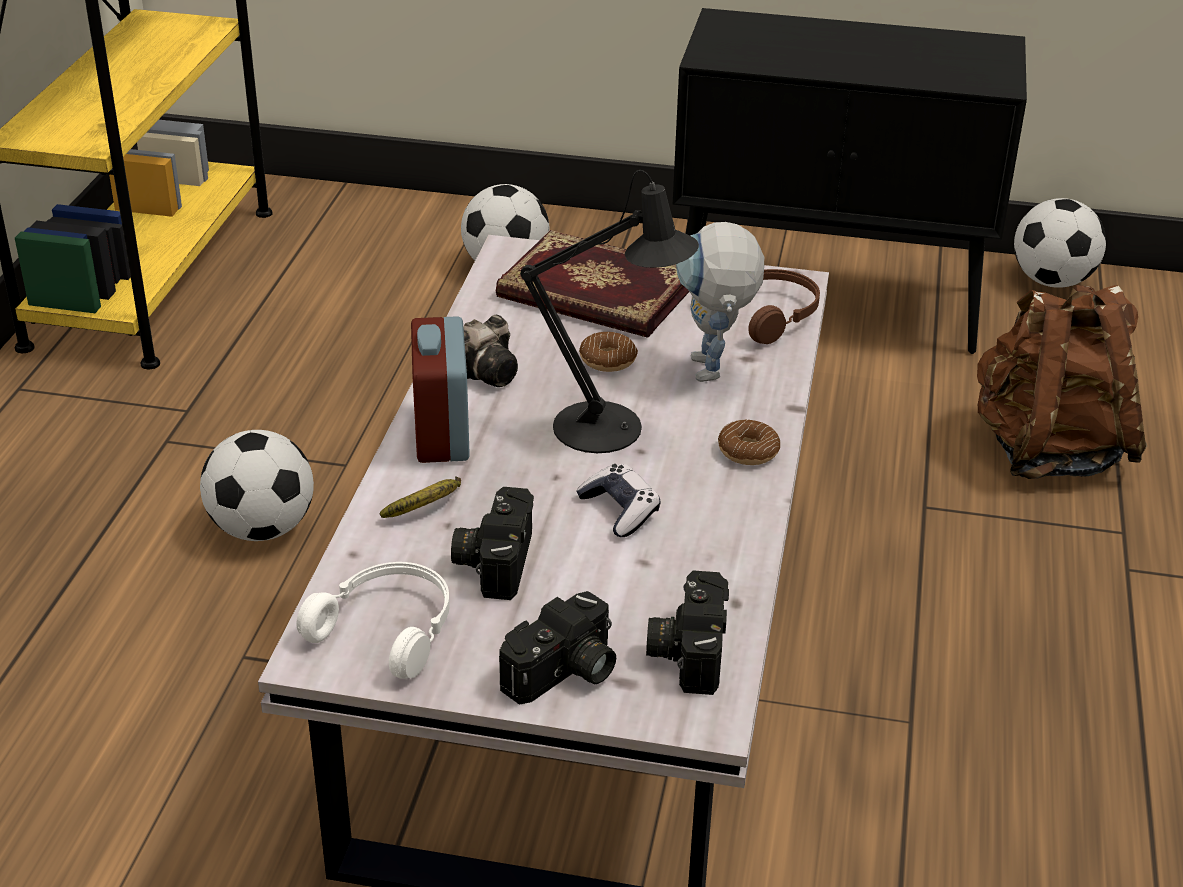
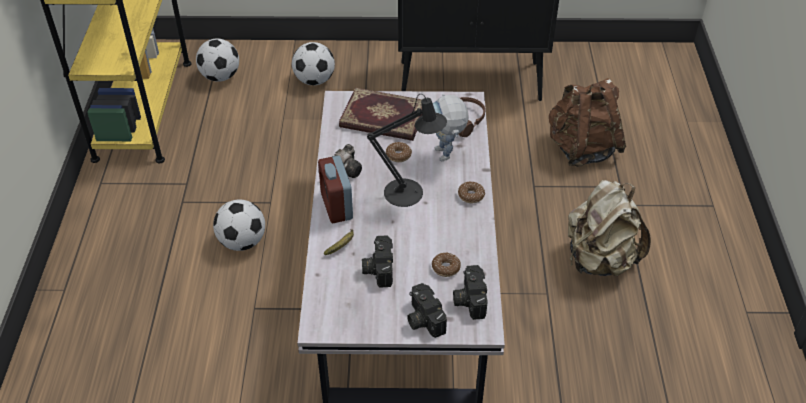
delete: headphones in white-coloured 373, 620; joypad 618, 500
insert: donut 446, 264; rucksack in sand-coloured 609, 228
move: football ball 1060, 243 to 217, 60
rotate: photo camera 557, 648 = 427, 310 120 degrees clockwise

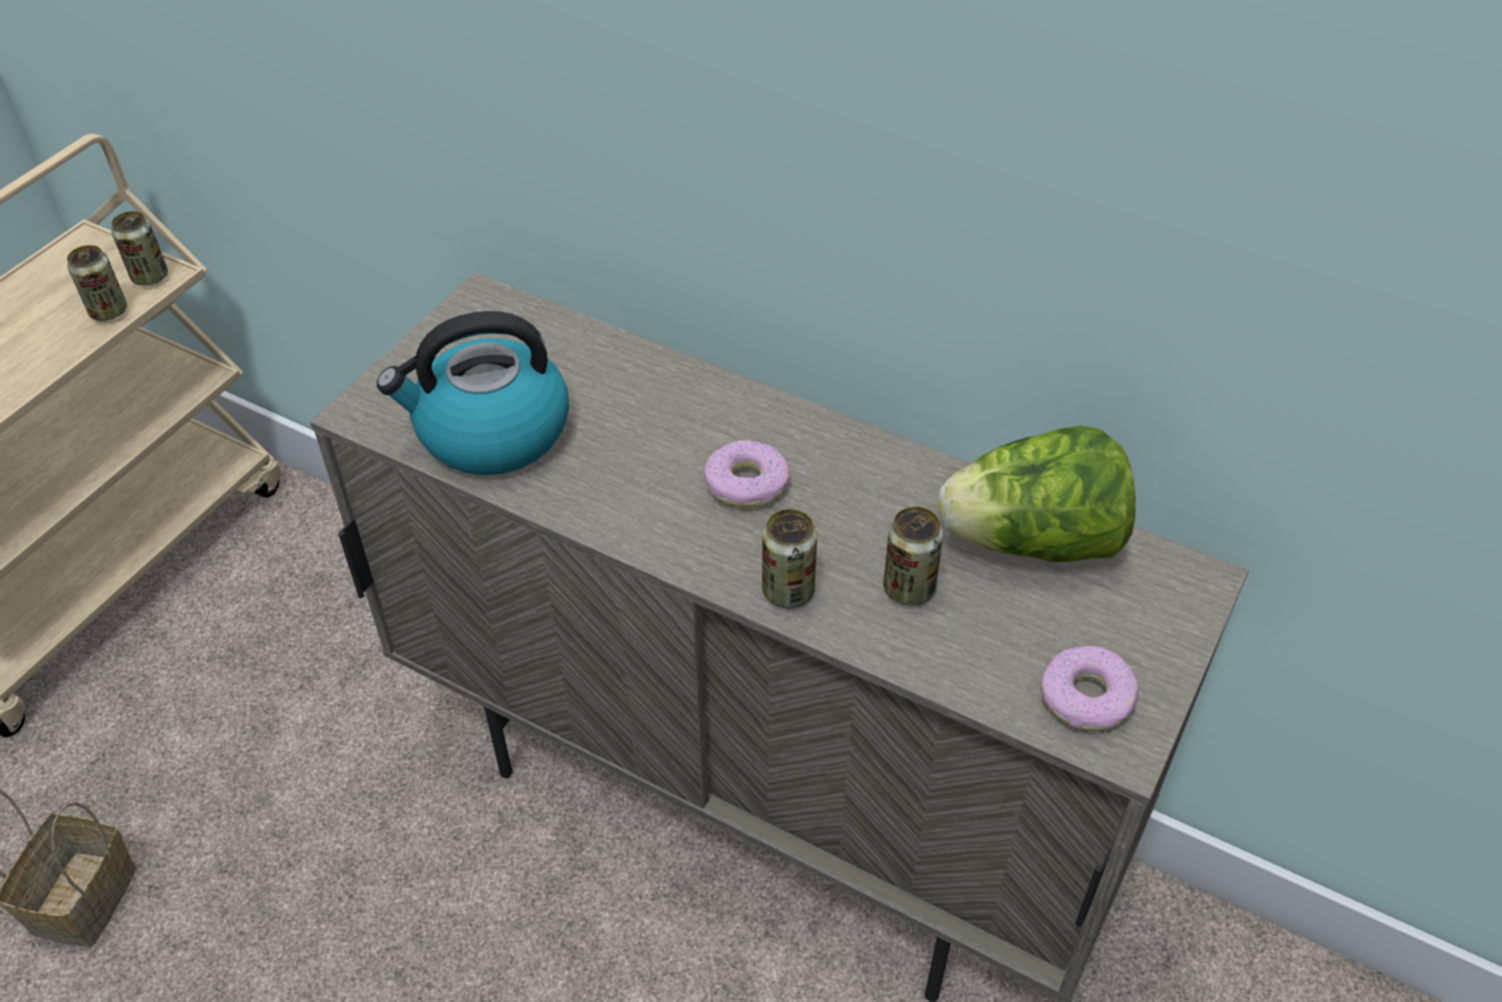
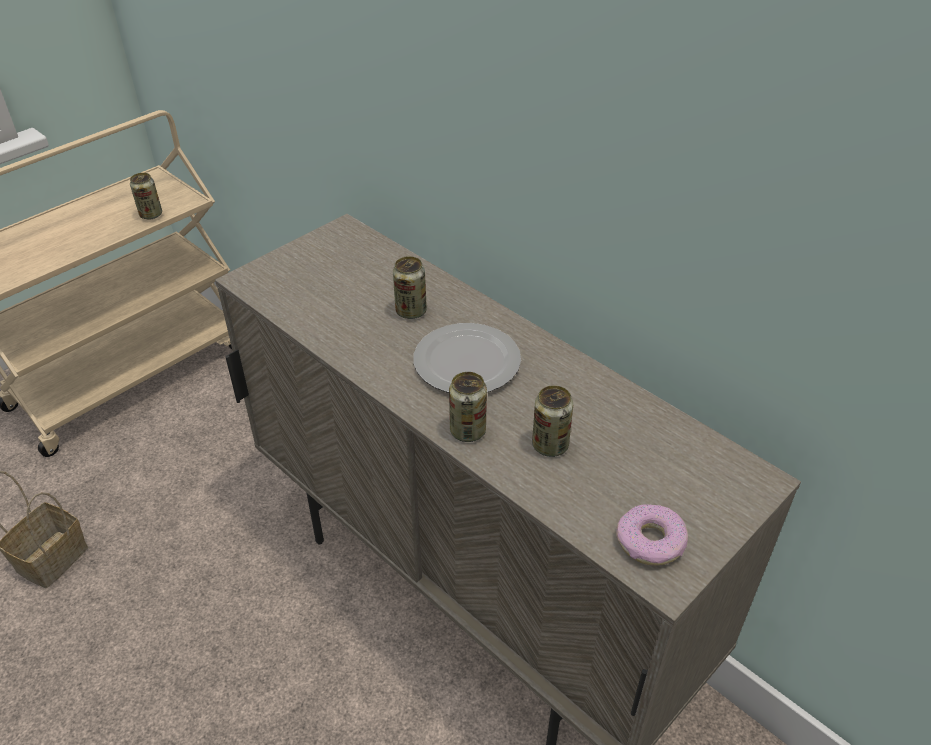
delete: tea kettle 473, 393; lettuce 1037, 494
move: metal can 139, 248 to 410, 287
replace: donut 747, 474 to dinner plate 467, 358

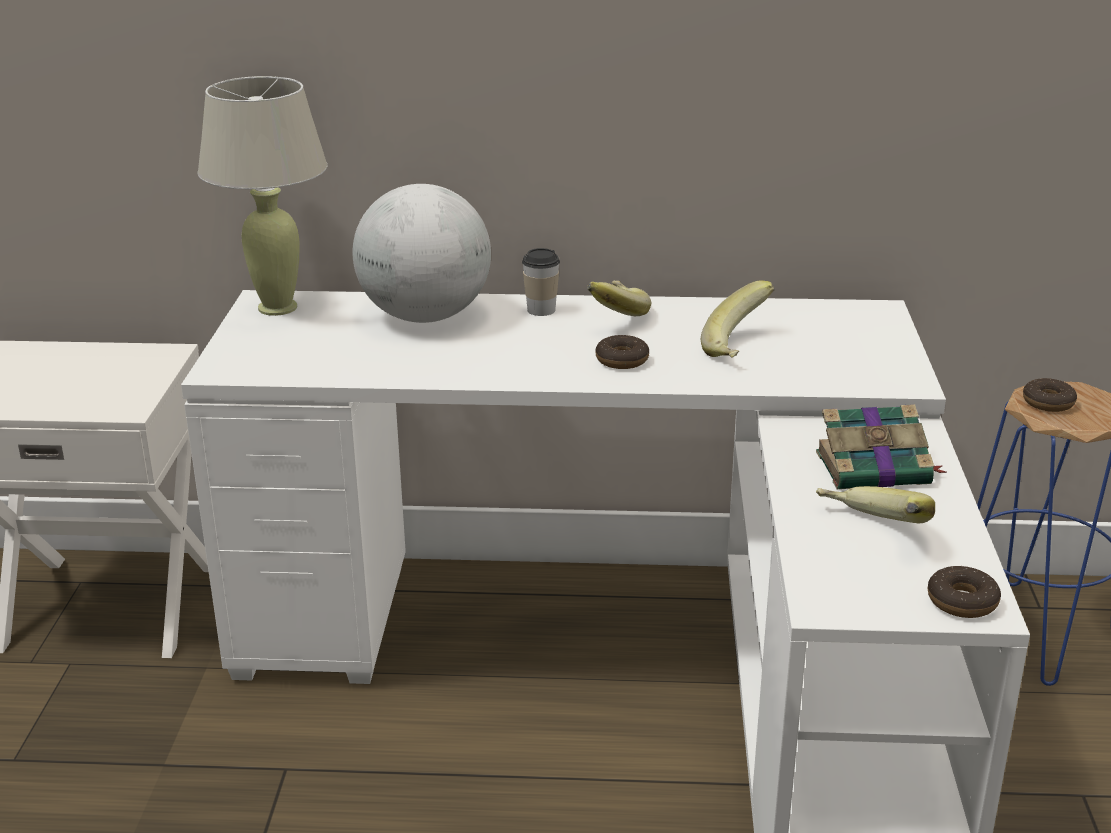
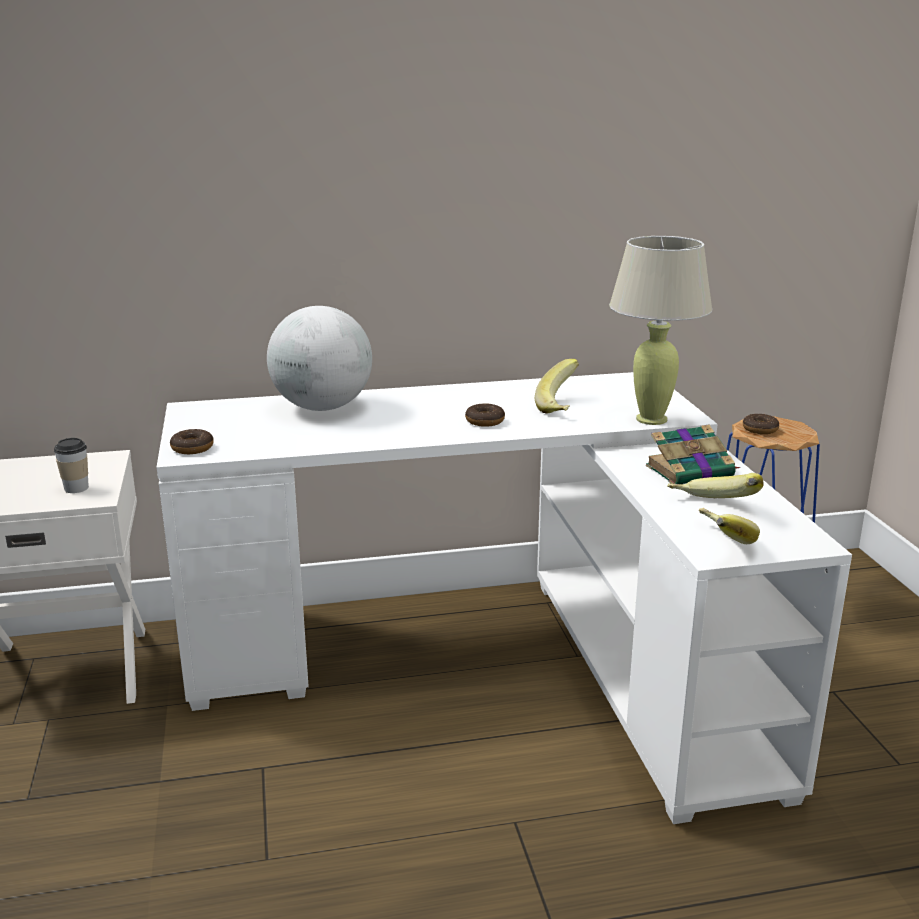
move: table lamp in sand-coloured 262, 196 to 660, 330; drinking cup 541, 282 to 71, 465; banana 619, 298 to 729, 526; donut 964, 592 to 192, 441

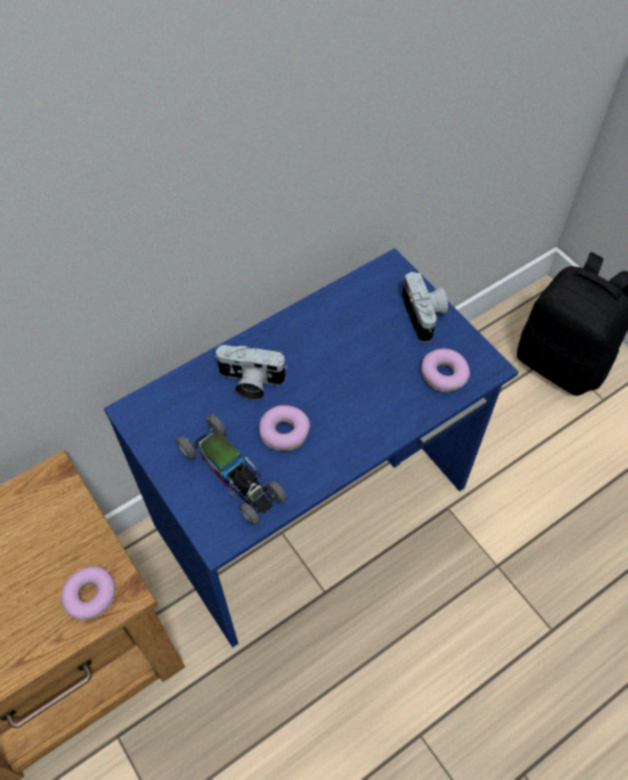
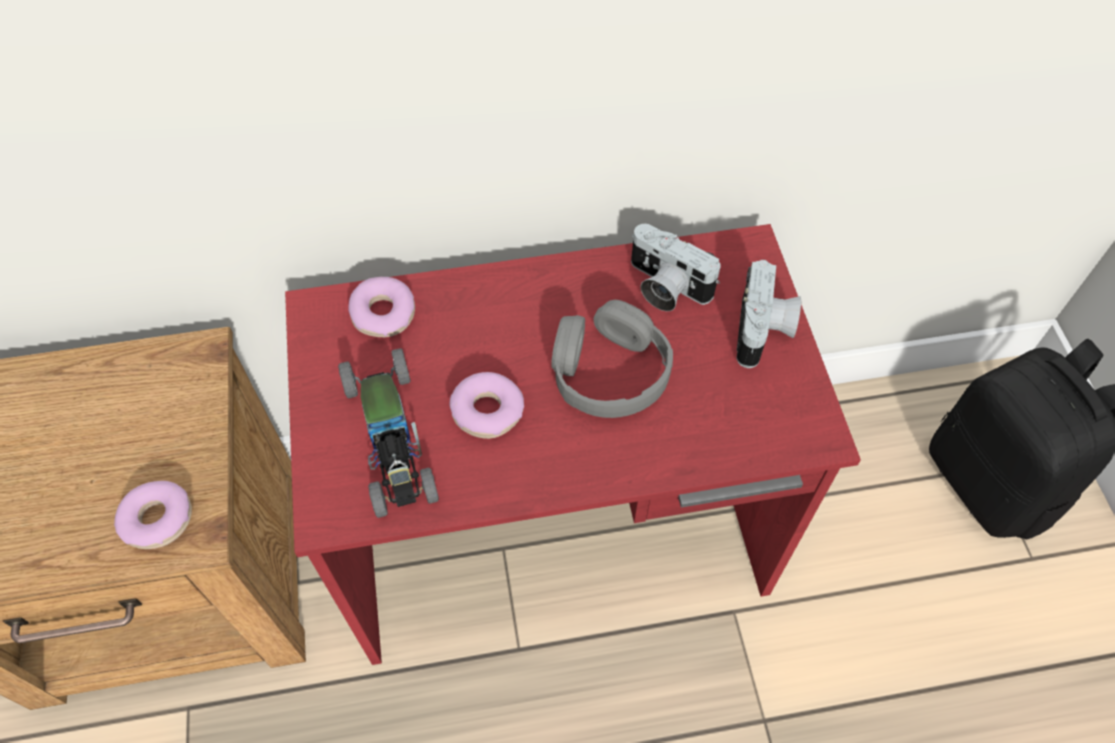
insert: headphones in gray 612, 359
move: photo camera 251, 372 to 676, 267; donut 445, 370 to 381, 307
recolor: desk in blue 311, 448 to desk in red 573, 444

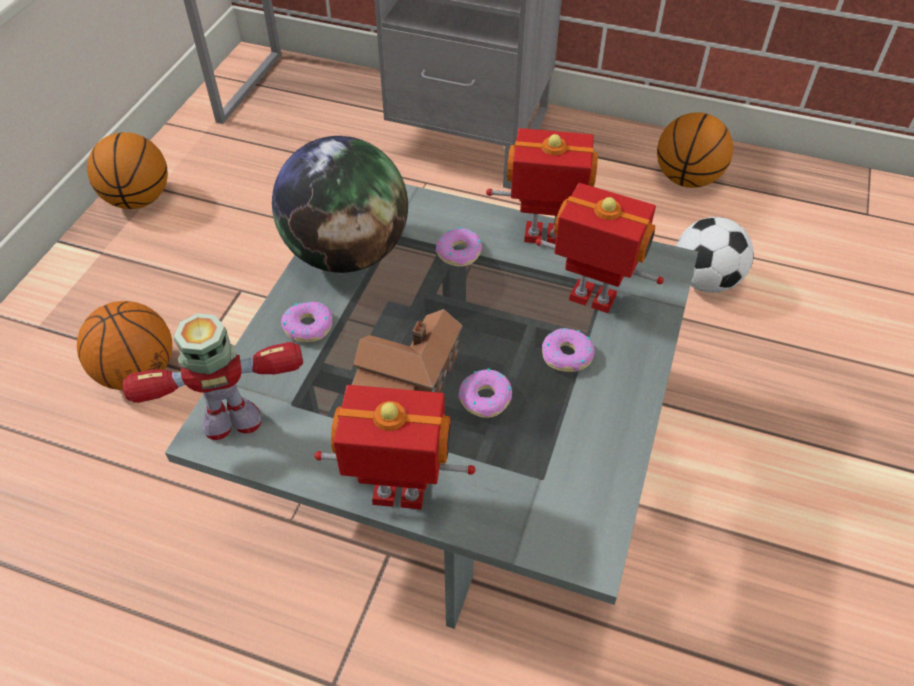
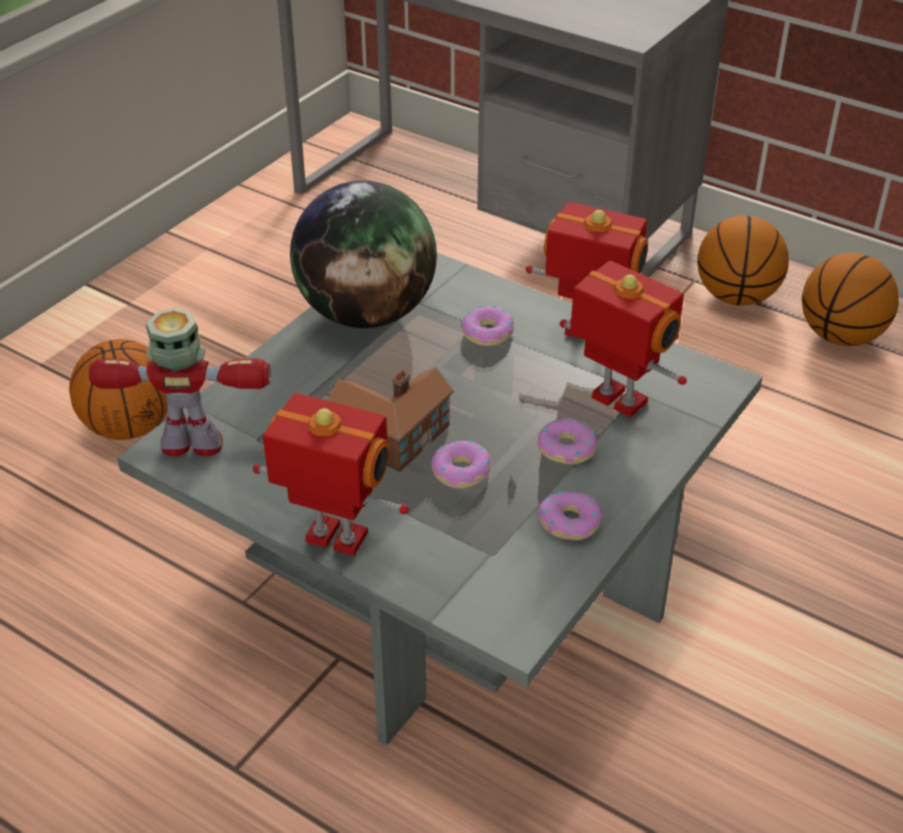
delete: football ball 715, 255
move: basketball 127, 170 to 743, 261; donut 306, 322 to 570, 515

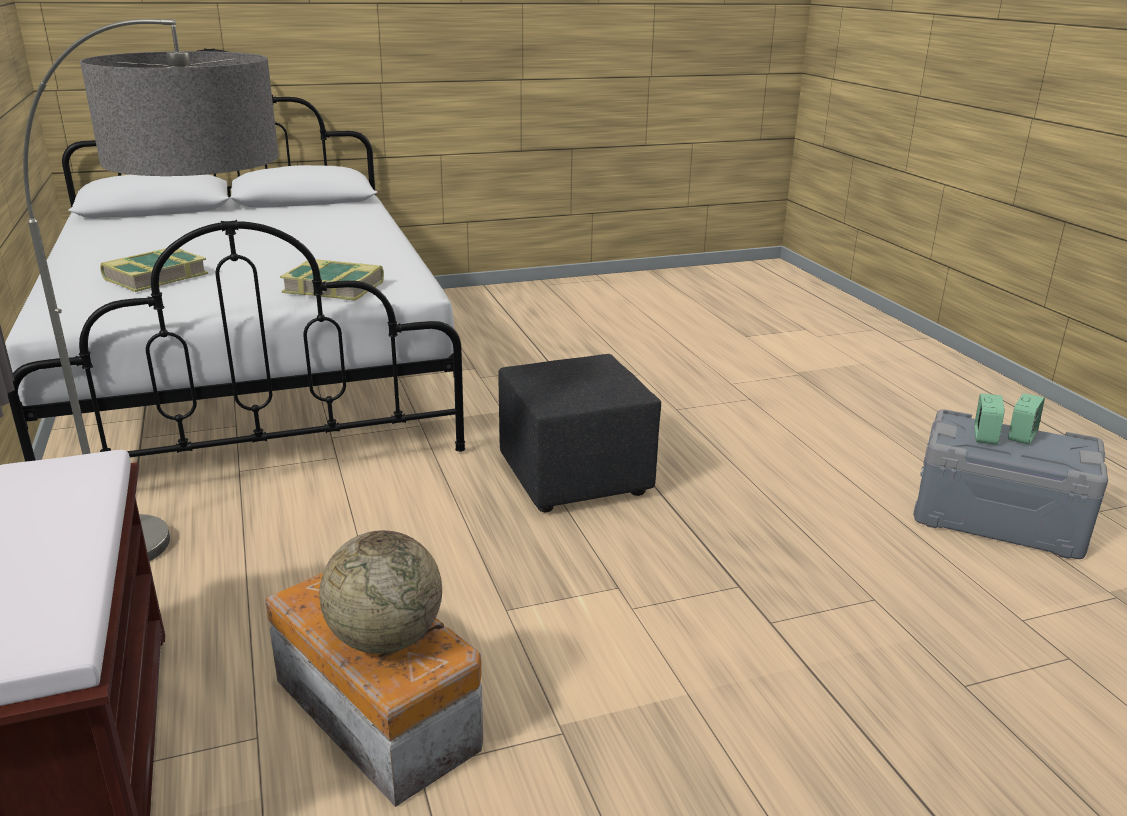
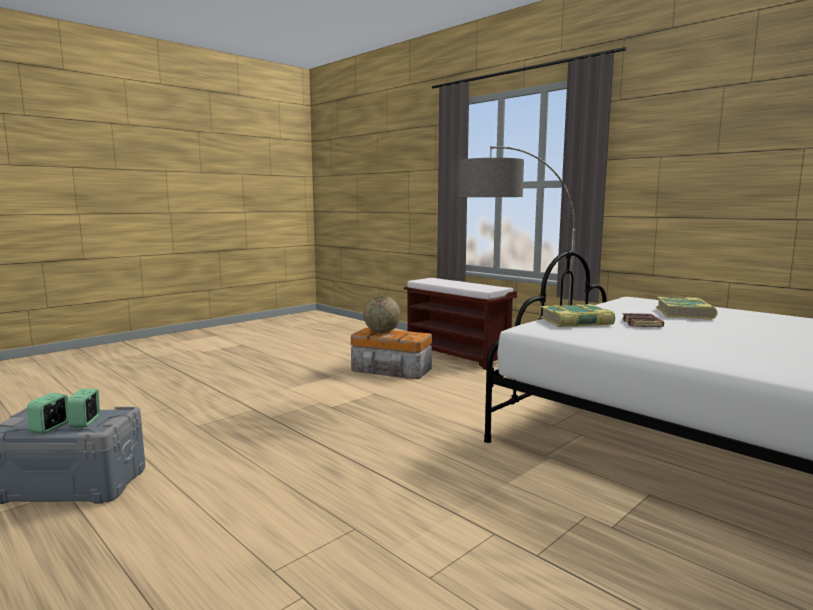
delete: ottoman in blackish 579, 433
insert: volume in brown 643, 320

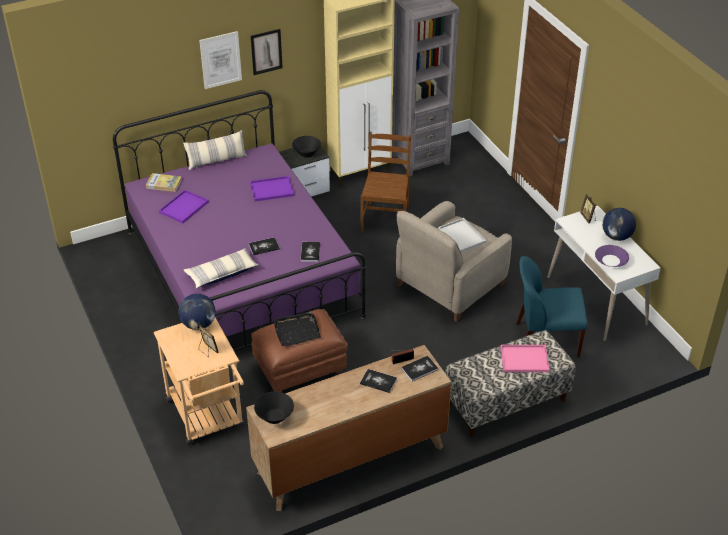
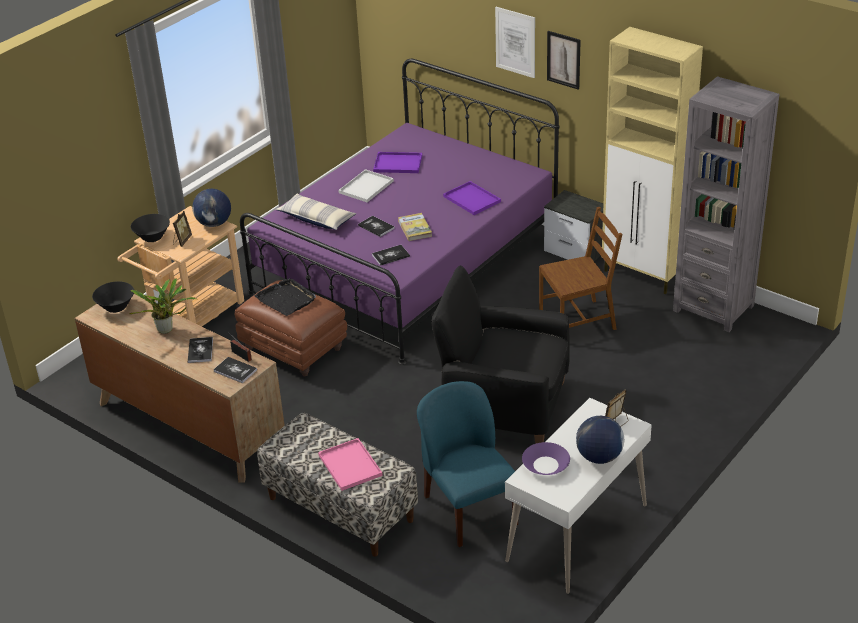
delete: throw pillow 215, 150
insert: potted plant 163, 306
move: volume 164, 182 to 415, 227; bowl in blackish 306, 147 to 150, 228; serving tray in white-coloured 462, 235 to 366, 185
recolor: lounge chair in sand-coloured 454, 261 to lounge chair in blackish 500, 355

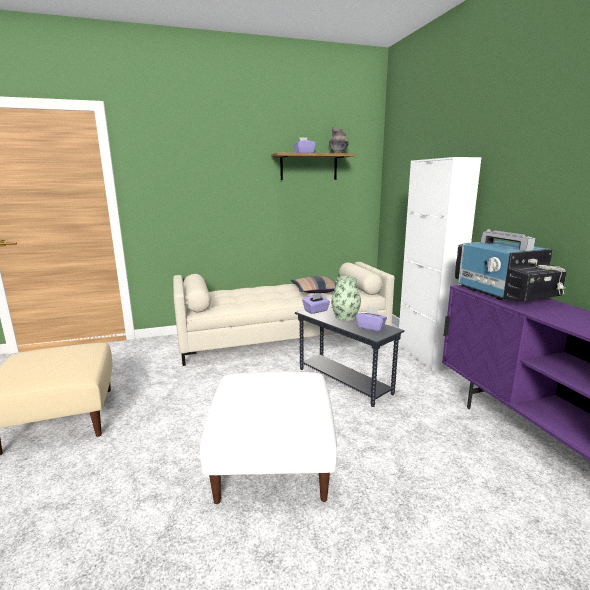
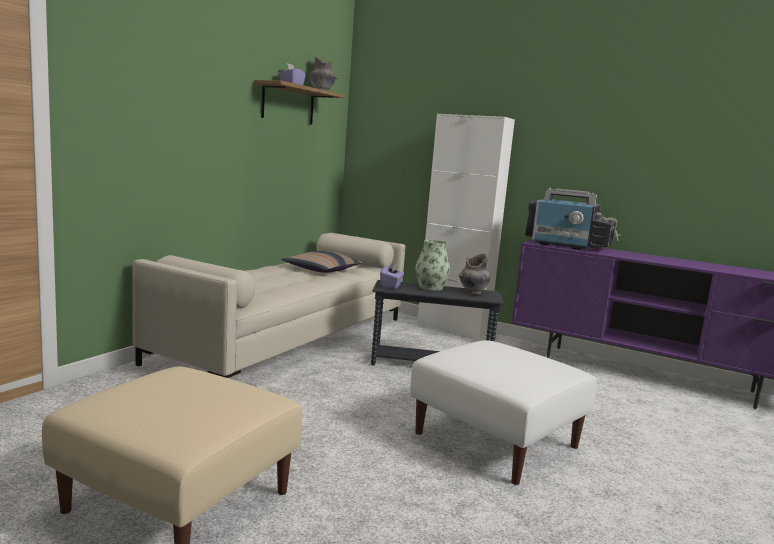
replace: tissue holder in purplish 371, 319 to flower vase in gray 474, 274

